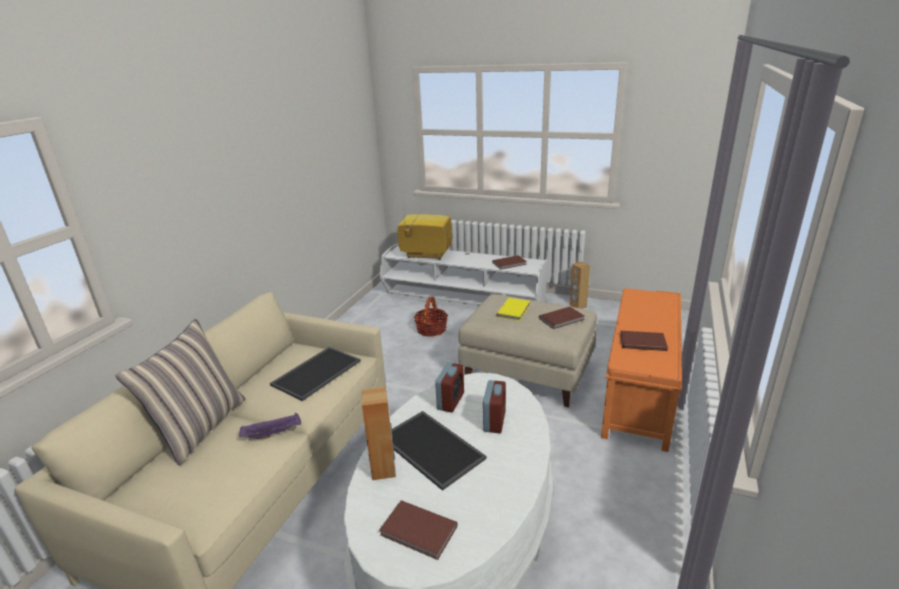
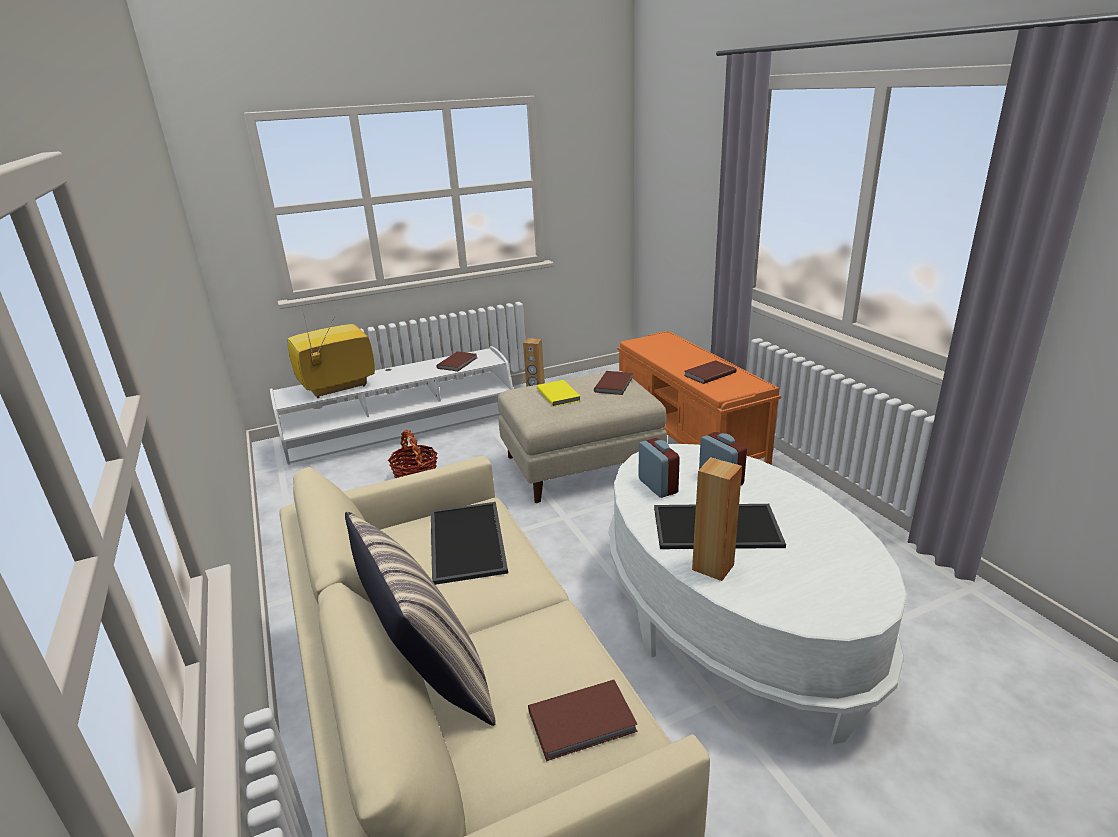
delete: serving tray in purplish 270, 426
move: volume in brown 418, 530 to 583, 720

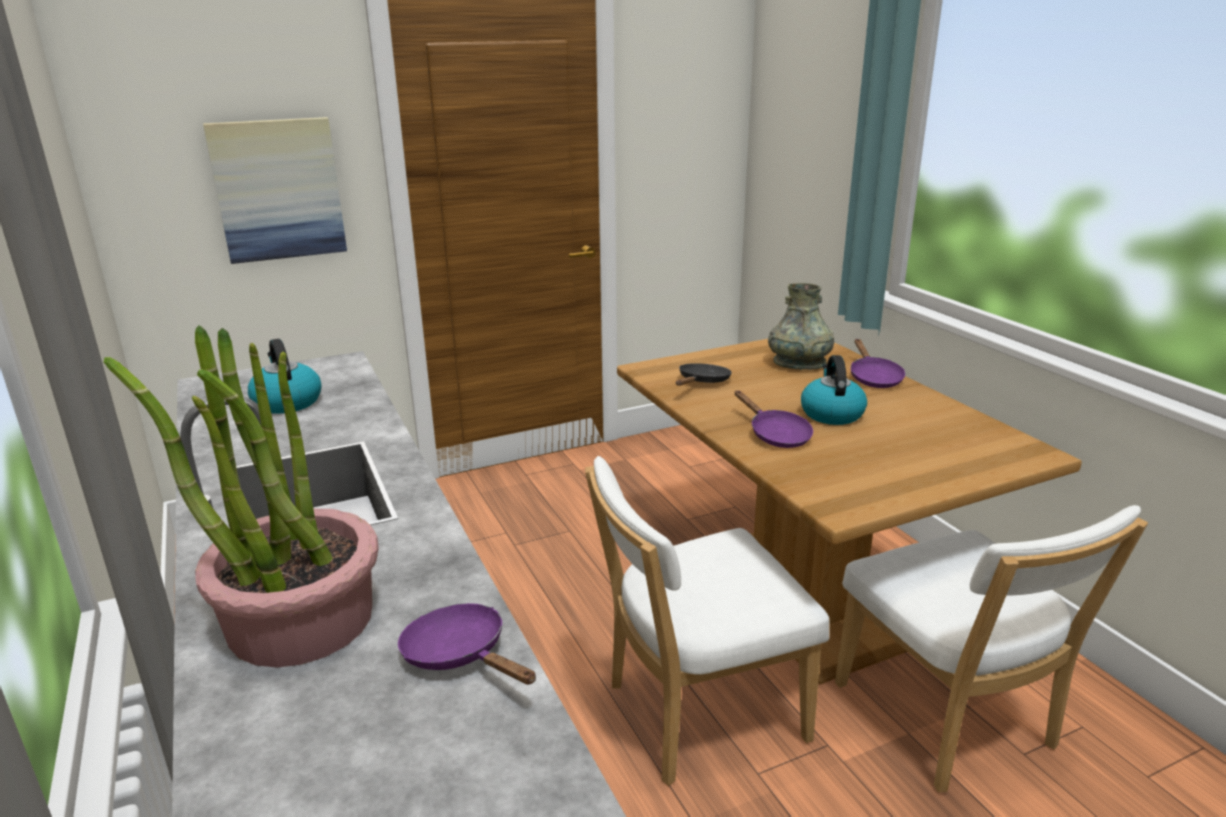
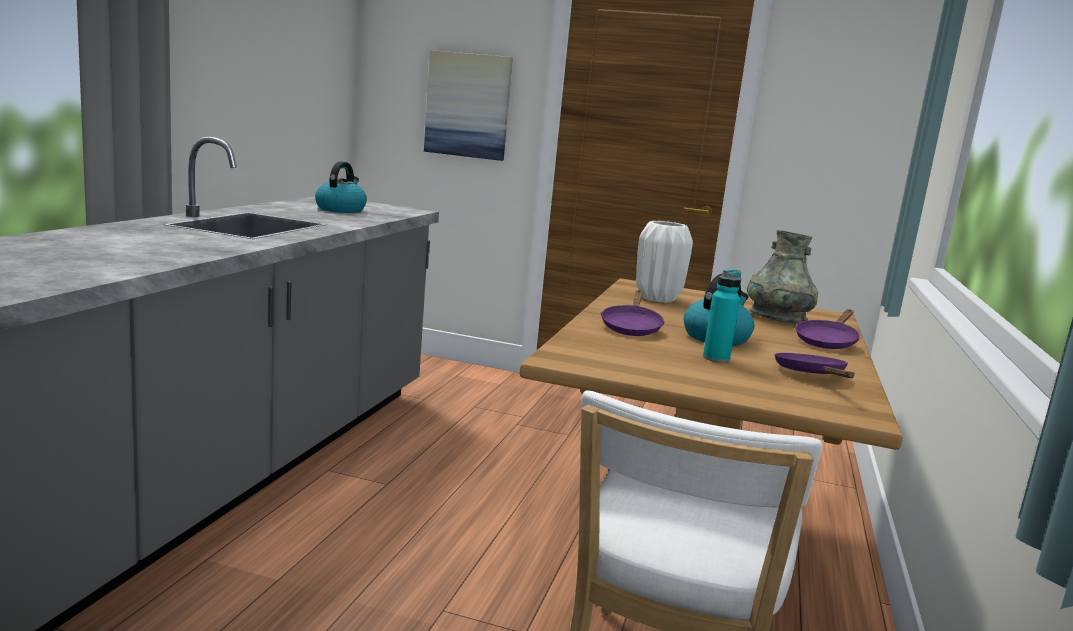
delete: potted plant 241, 497; plain chair in white-coloured 707, 621
insert: beverage bottle in turquoise 722, 316
move: skillet in purplish 467, 644 to 814, 365
replace: skillet in blackish 704, 374 to flower vase in white-coloured 664, 262

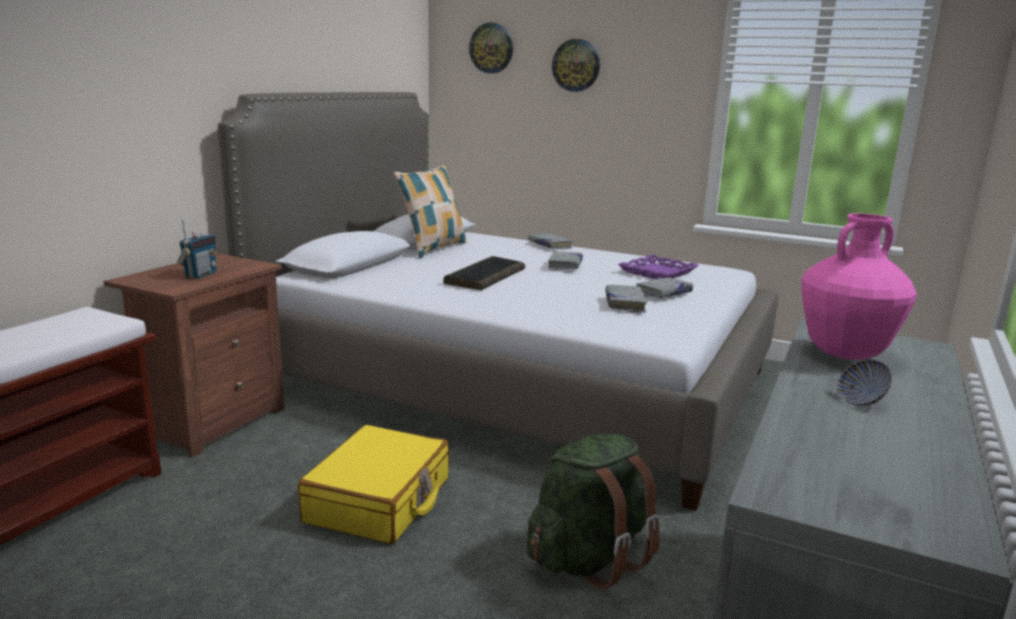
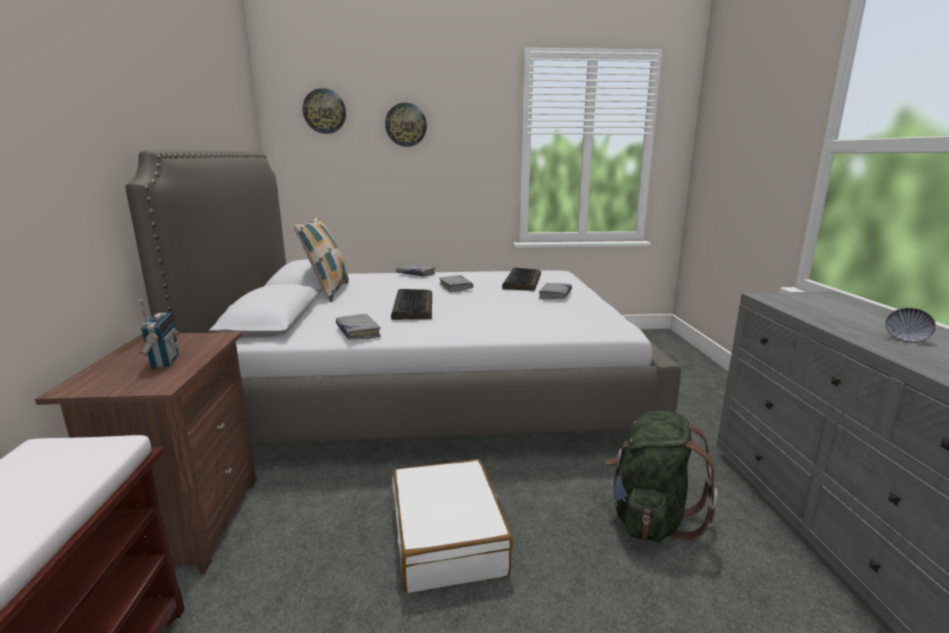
delete: flower vase in pink 859, 286
move: volume in gray 626, 299 to 358, 327
replace: serving tray in purplish 658, 266 to PC keyboard 521, 279
recolor: travel case in yellow 373, 484 to travel case in white-coloured 452, 526

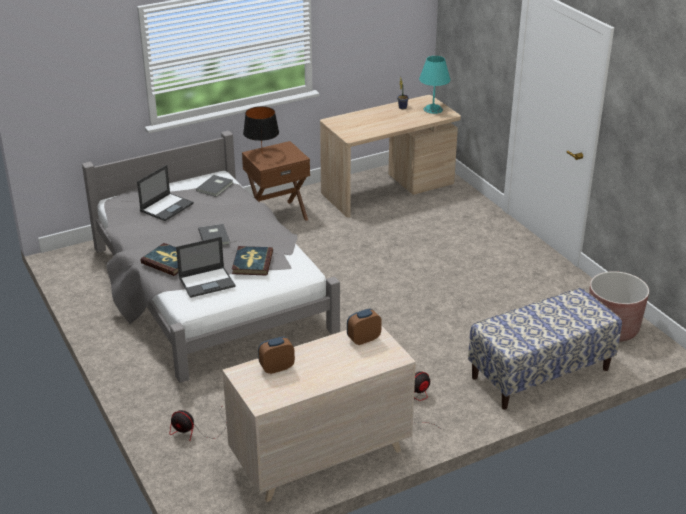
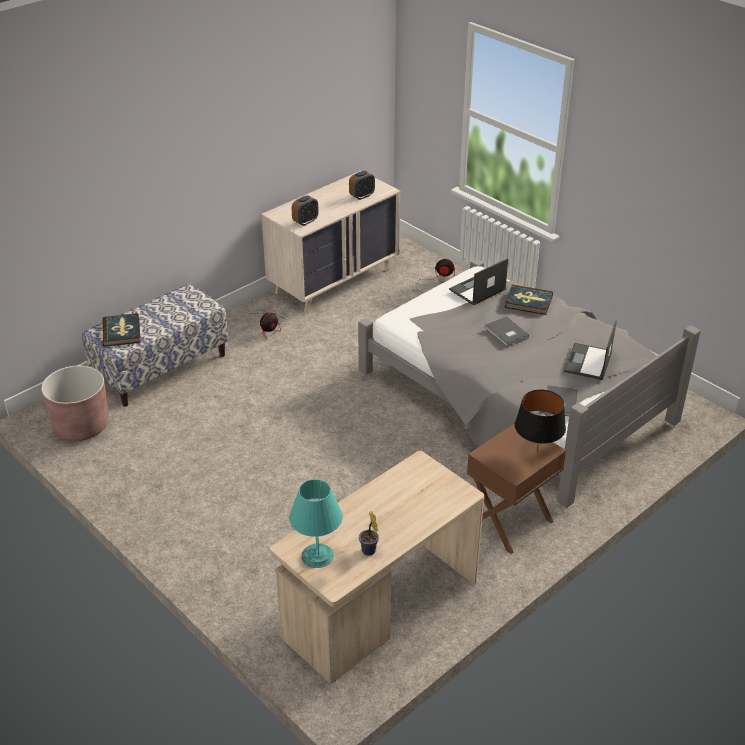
move: volume 252, 261 to 122, 330

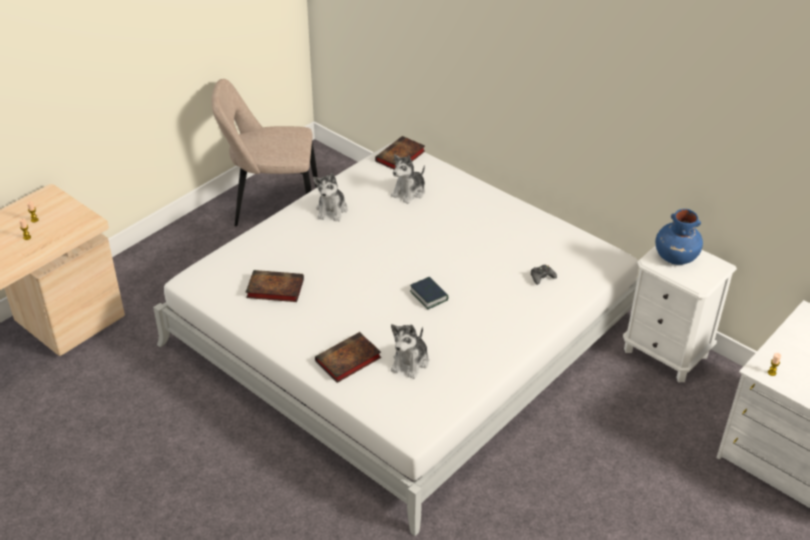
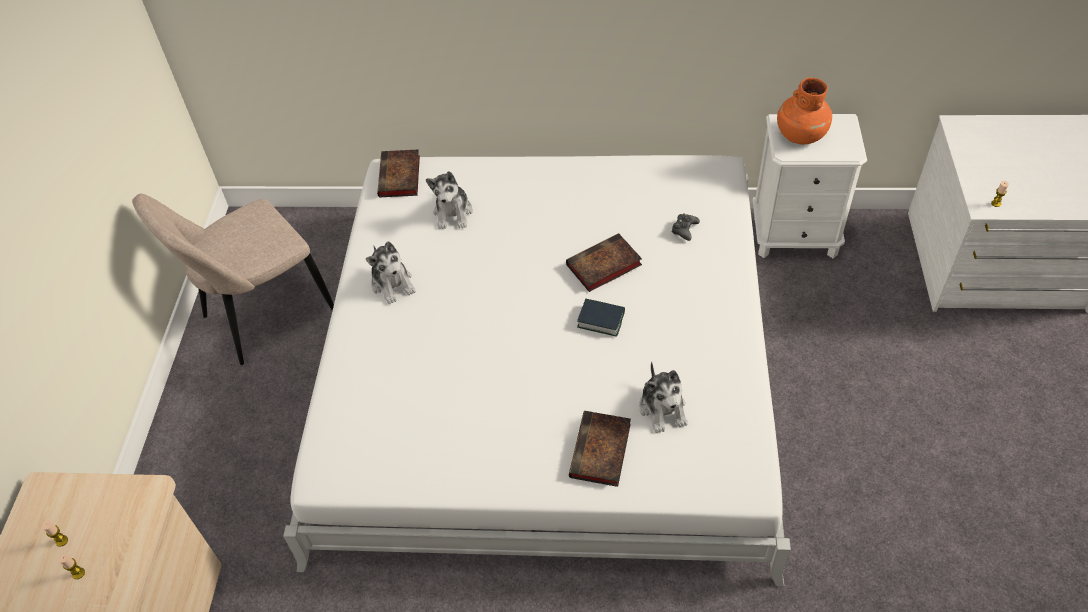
move: volume 275, 286 to 604, 262
recolor: flower vase in blue 679, 237 to flower vase in orange 804, 111

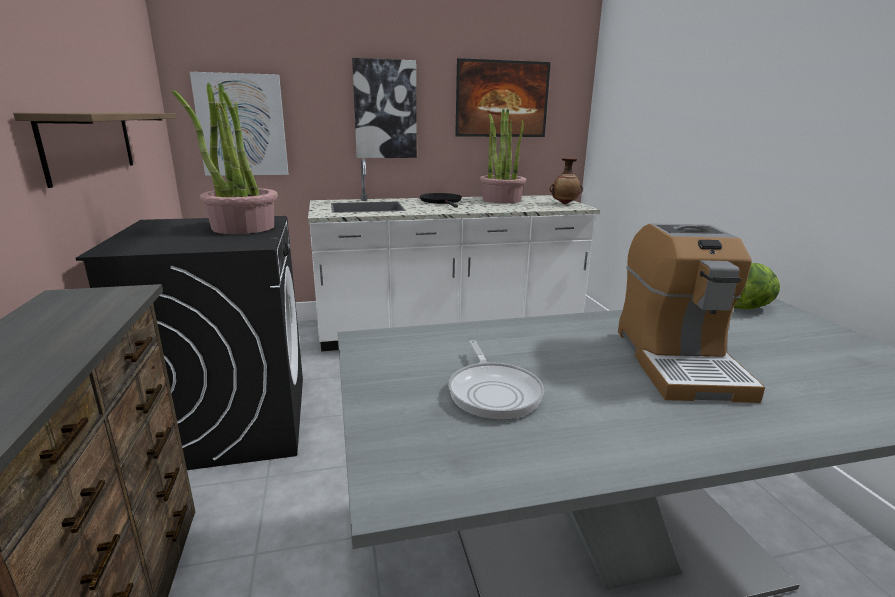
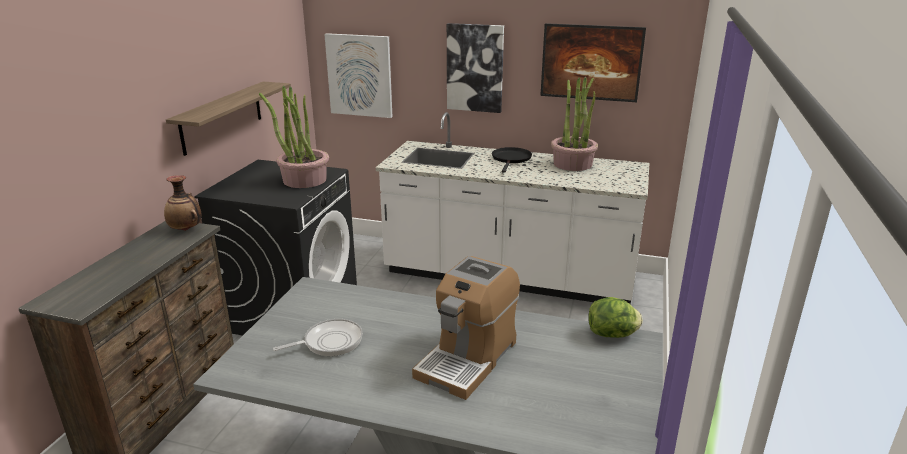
move: flower vase 566, 181 to 182, 203
rotate: skillet 496, 380 = 318, 337 135 degrees counterclockwise

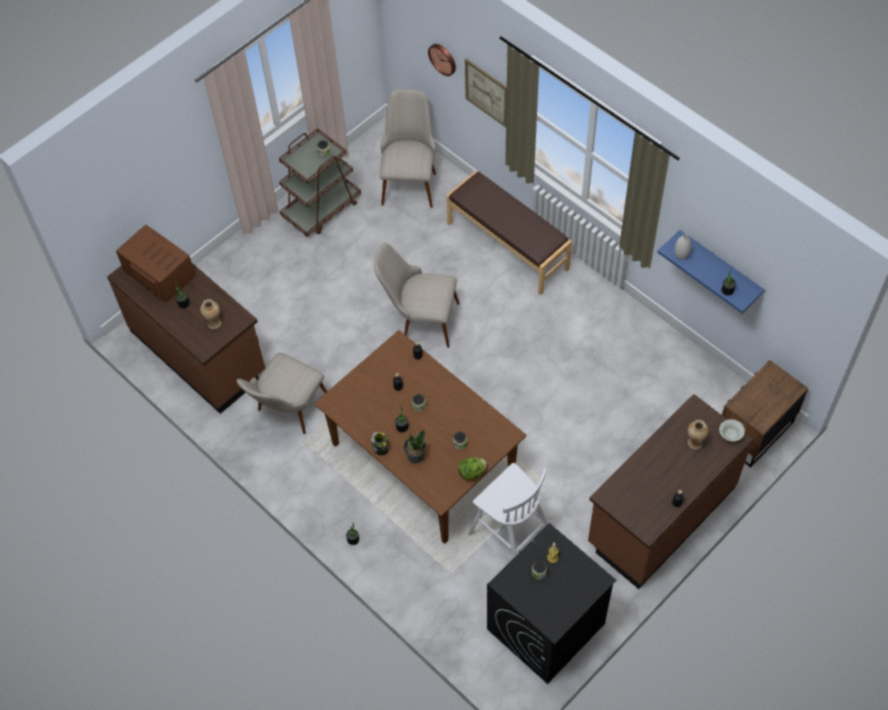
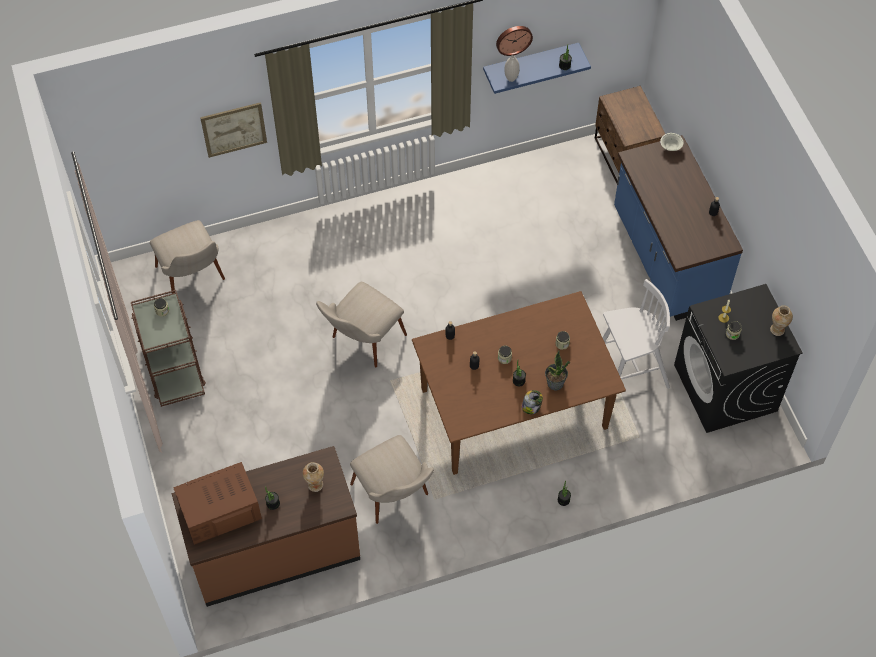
delete: long seat in brown 509, 233; lettuce 472, 468
move: wall clock 442, 60 to 514, 41; flower vase 698, 434 to 781, 320
recolor: kitchen counter in brown 670, 491 to kitchen counter in blue 678, 228
rotate: plain chair in sand-coloured 408, 148 = 187, 256 150 degrees counterclockwise

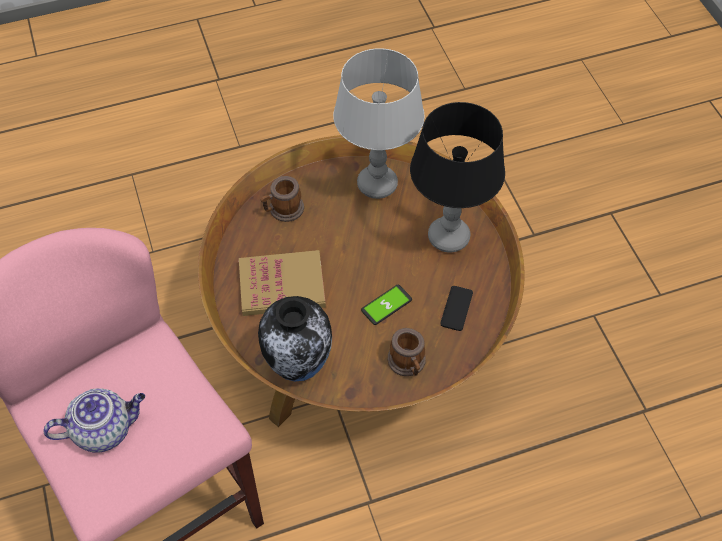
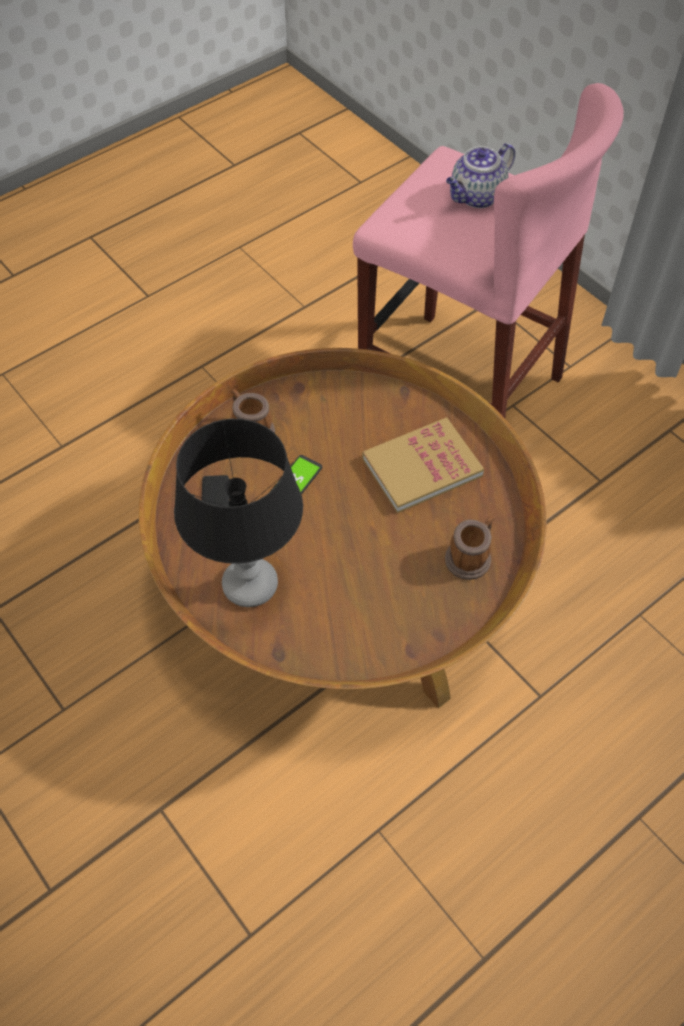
delete: flower vase 295, 338; table lamp in gray 379, 123

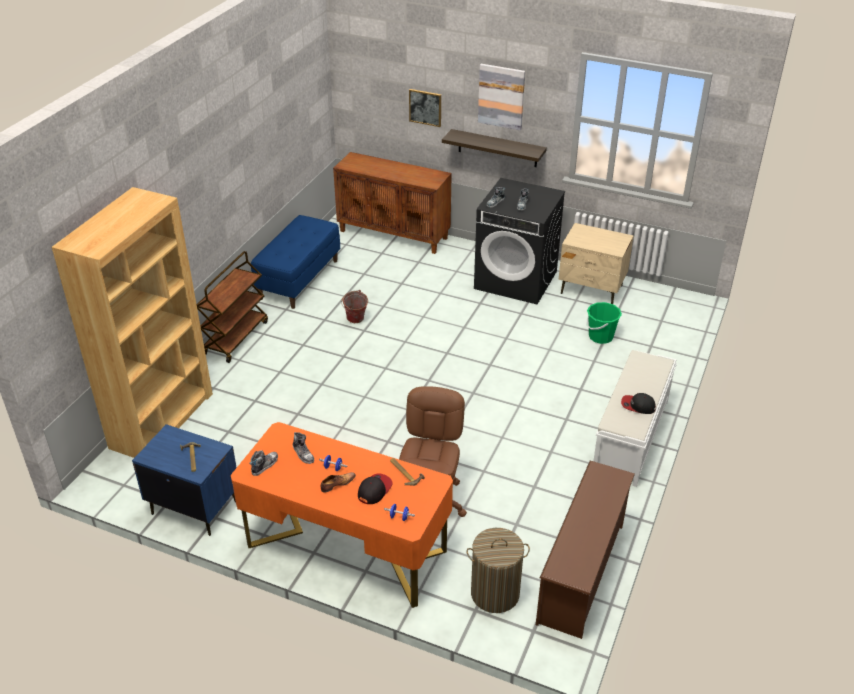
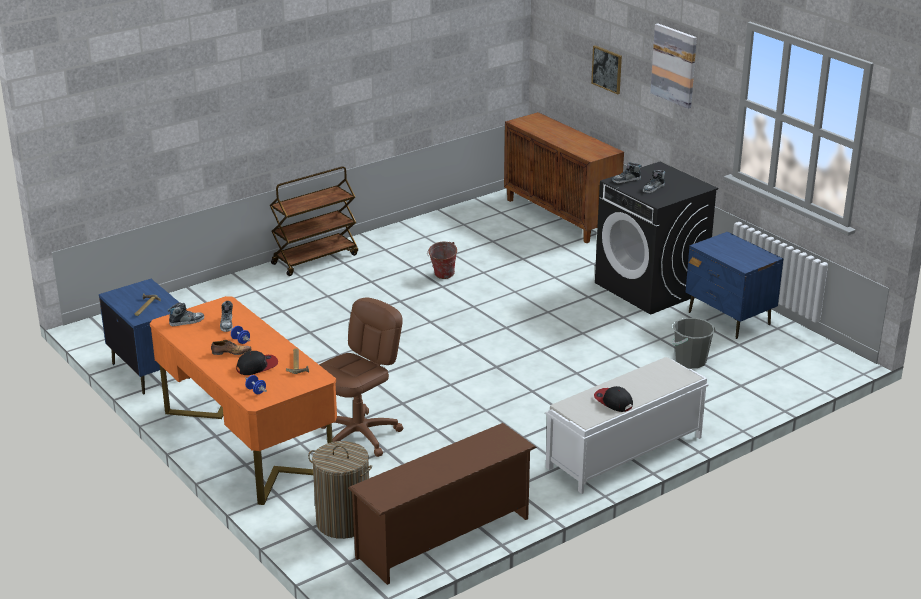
delete: shelving unit in brown 132, 322; long seat in blue 295, 262; shelf 494, 148
recolor: nightstand in sand-coloured 596, 263 to nightstand in blue 734, 285; bucket in green-coloured 604, 323 to bucket in gray 693, 343

